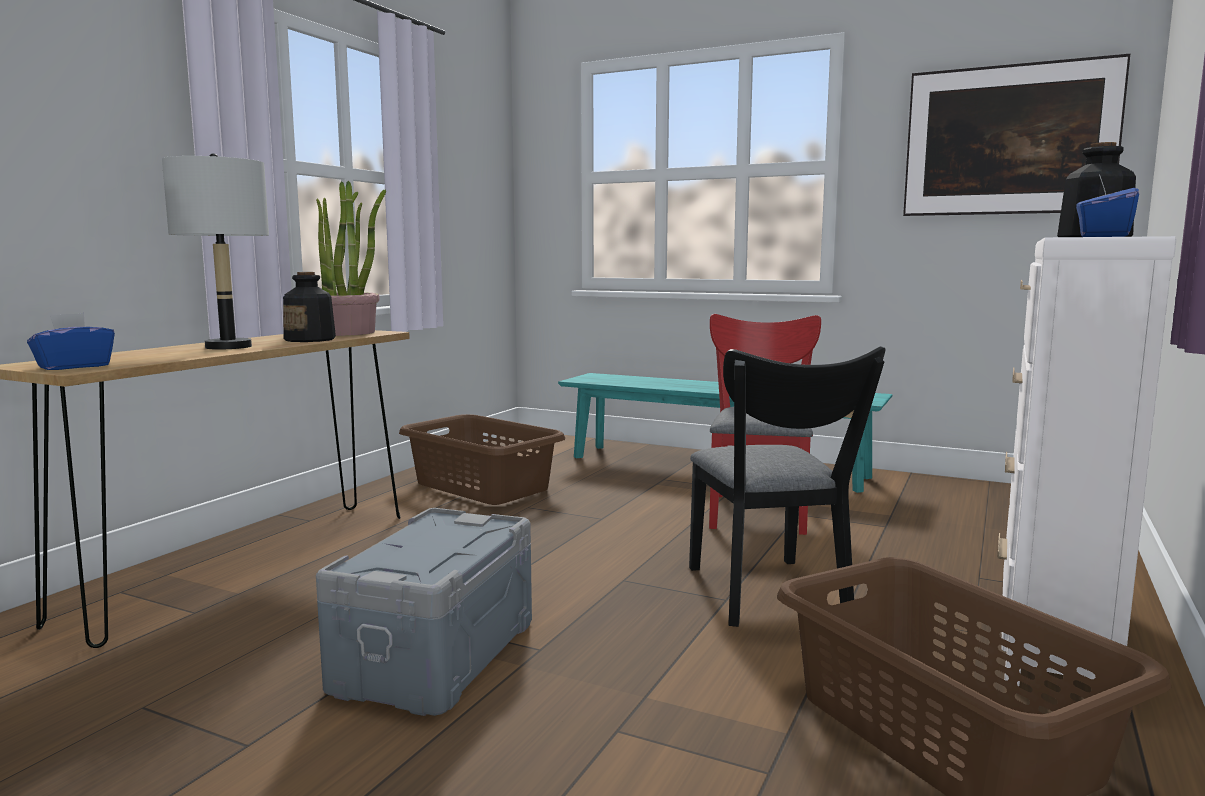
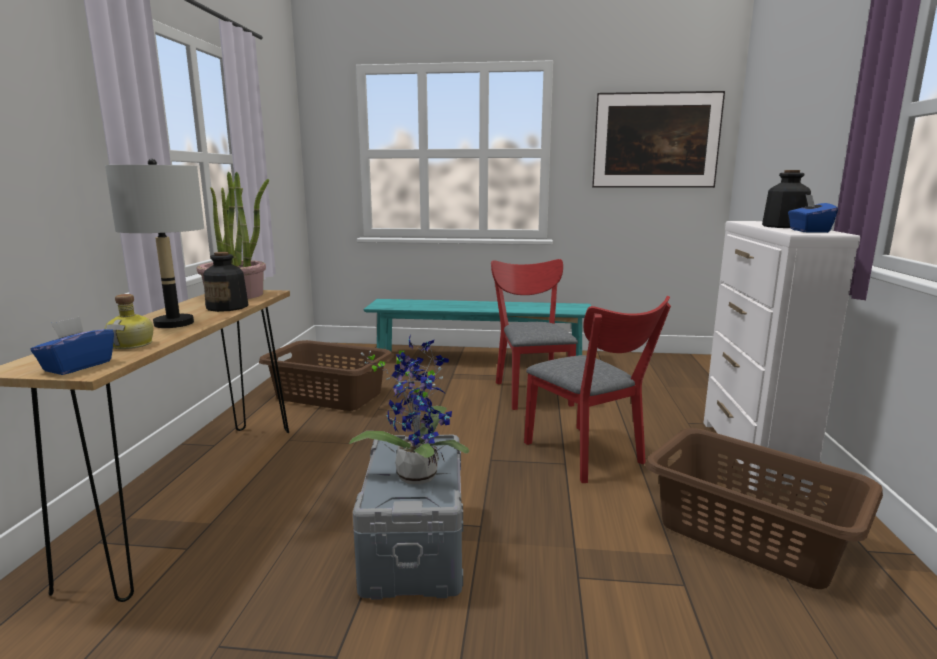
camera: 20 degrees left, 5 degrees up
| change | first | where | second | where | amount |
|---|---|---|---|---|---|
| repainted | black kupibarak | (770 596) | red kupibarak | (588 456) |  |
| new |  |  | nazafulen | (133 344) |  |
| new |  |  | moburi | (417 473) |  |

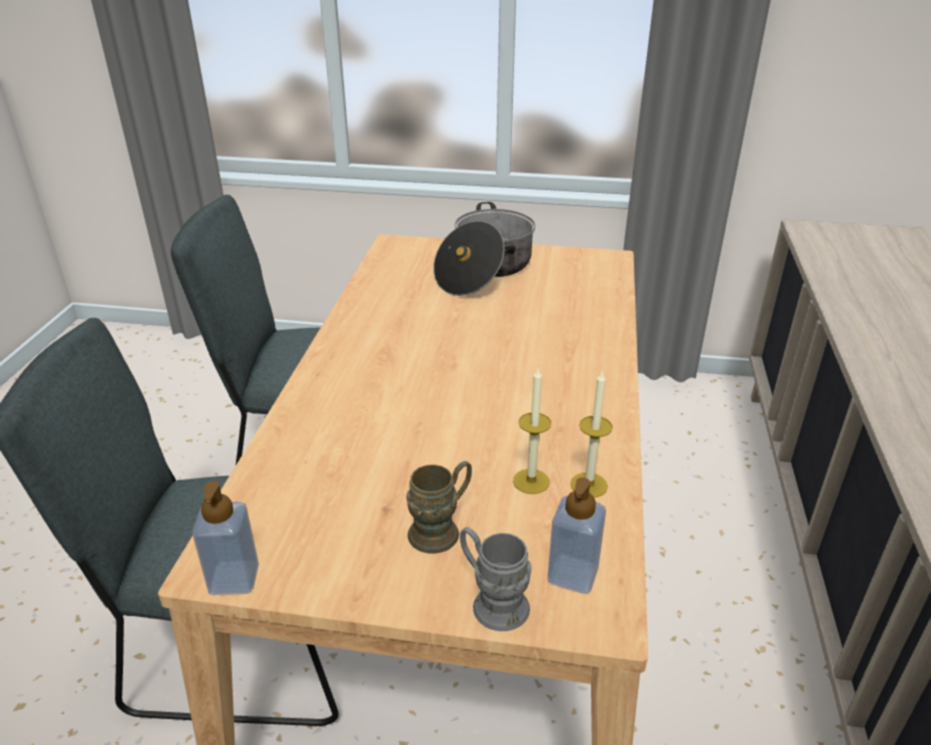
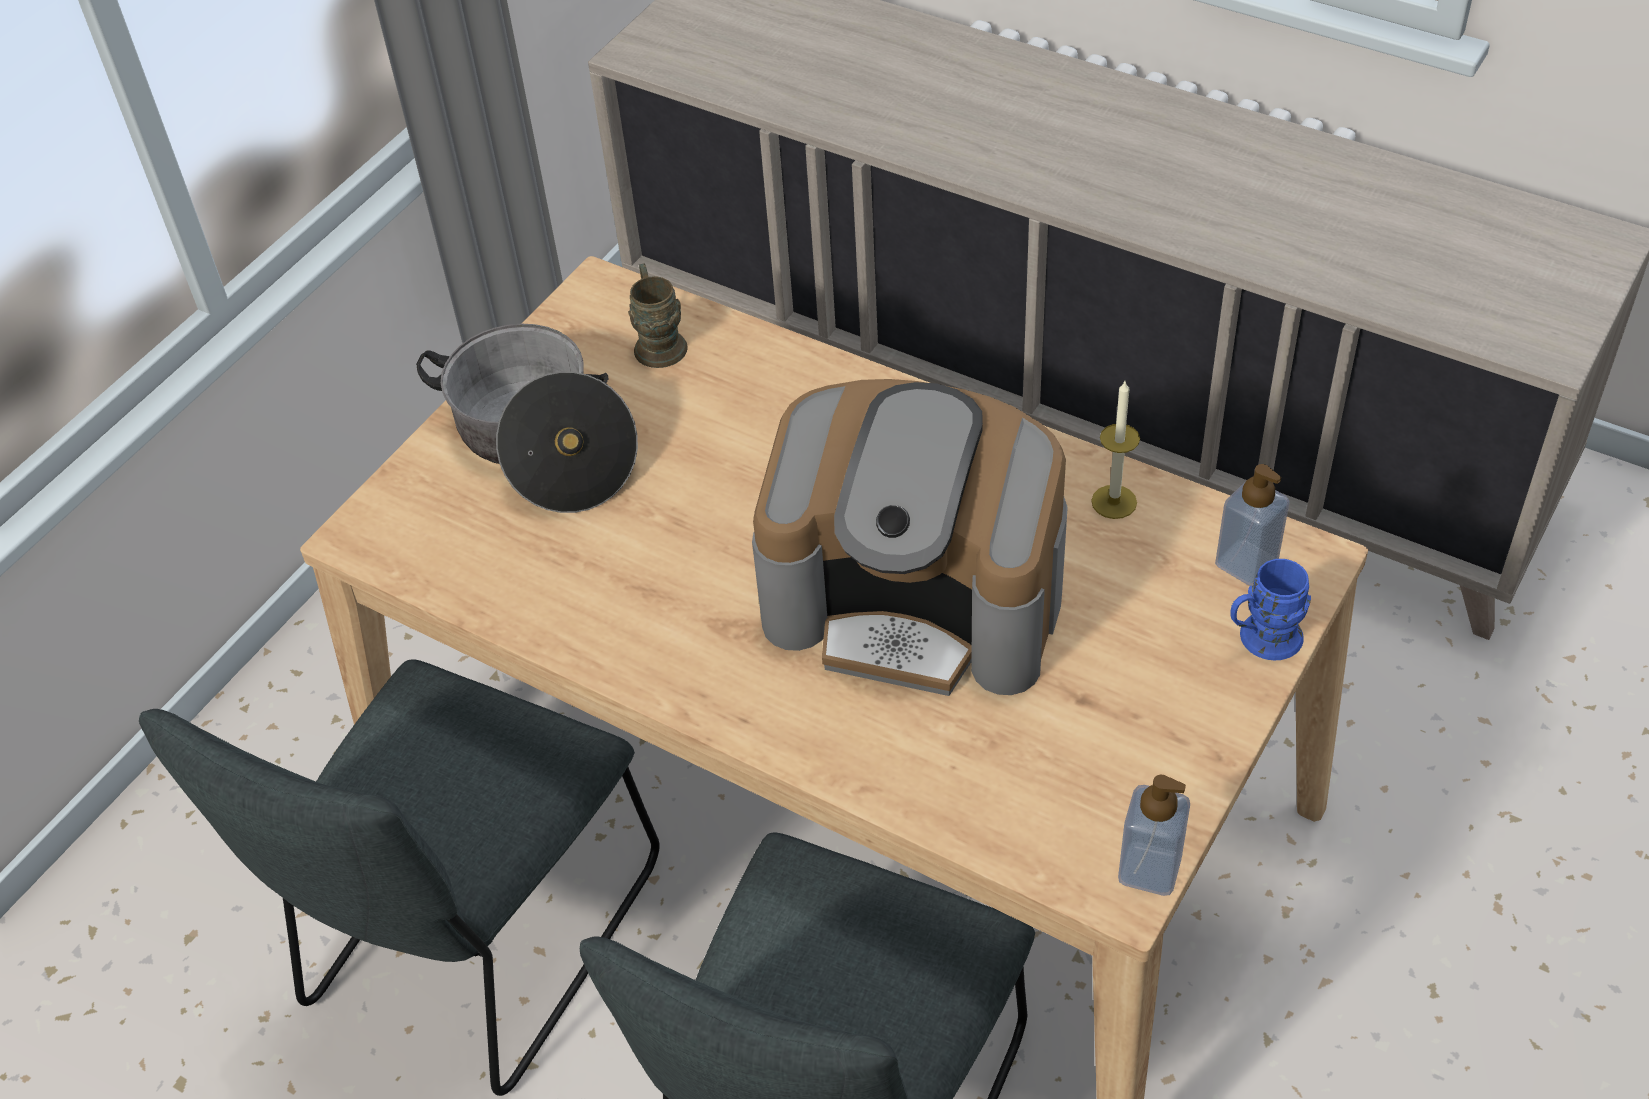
camera: 65 degrees left, 15 degrees up
| change | first | where | second | where | amount |
|---|---|---|---|---|---|
| gone | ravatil | (531 481) |  |  |  |
| shifted | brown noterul | (441 529) |  | (658 341) |  |
| repainted | grey noterul | (492 601) | blue noterul | (1261 640) |  |
| new |  |  | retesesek | (918 600) |  |

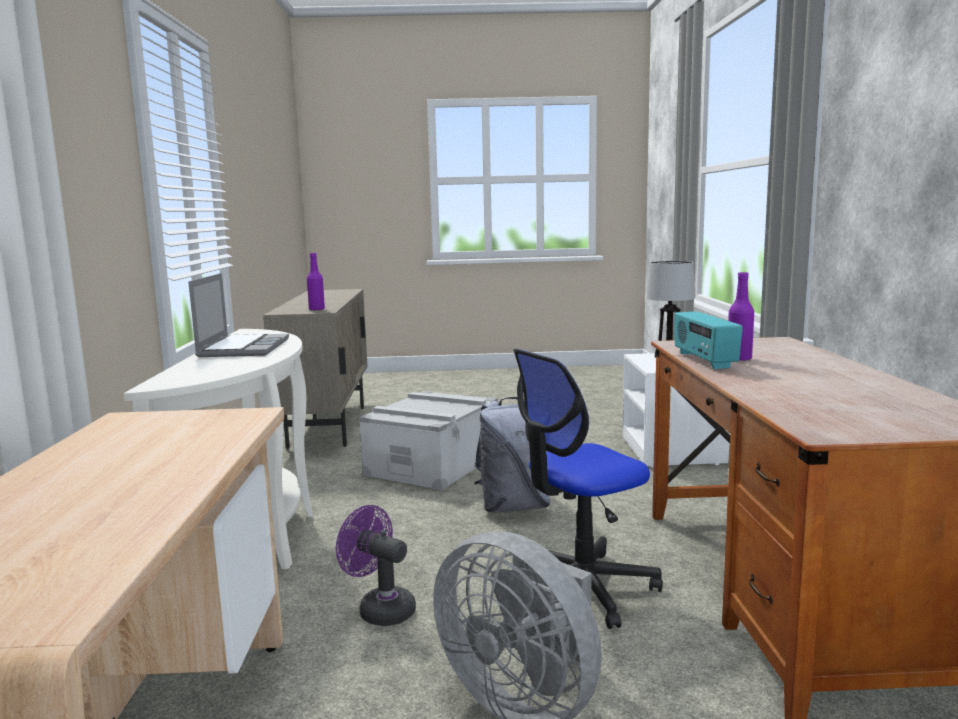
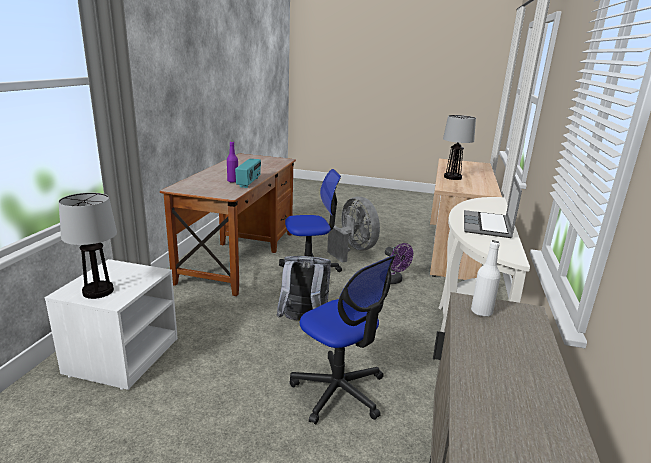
camera: 165 degrees left, 10 degrees up
| change | first | where | second | where | amount |
|---|---|---|---|---|---|
| repainted | purple nazafulen | (317 309) | white nazafulen | (481 312) |  |
| swapped | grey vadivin | (433 464) | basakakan | (339 391) |  |
| new |  |  | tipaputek | (453 177) |  |

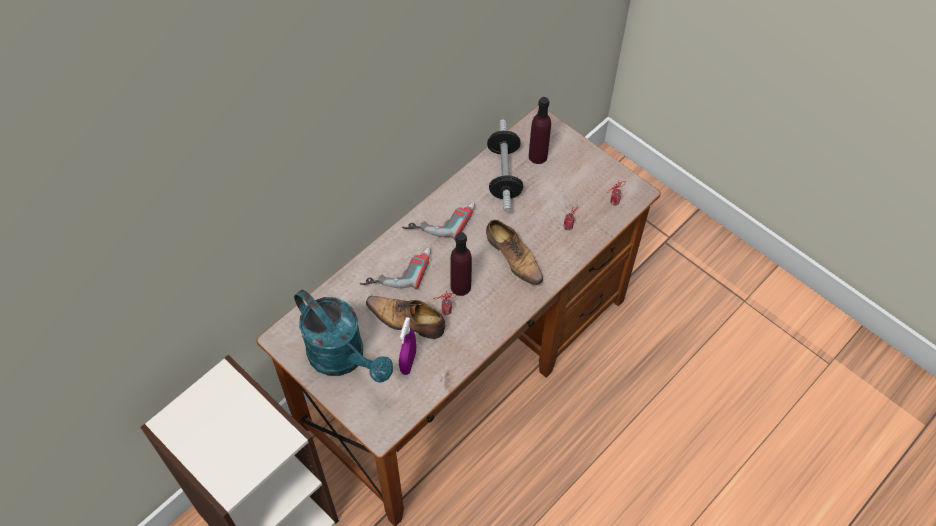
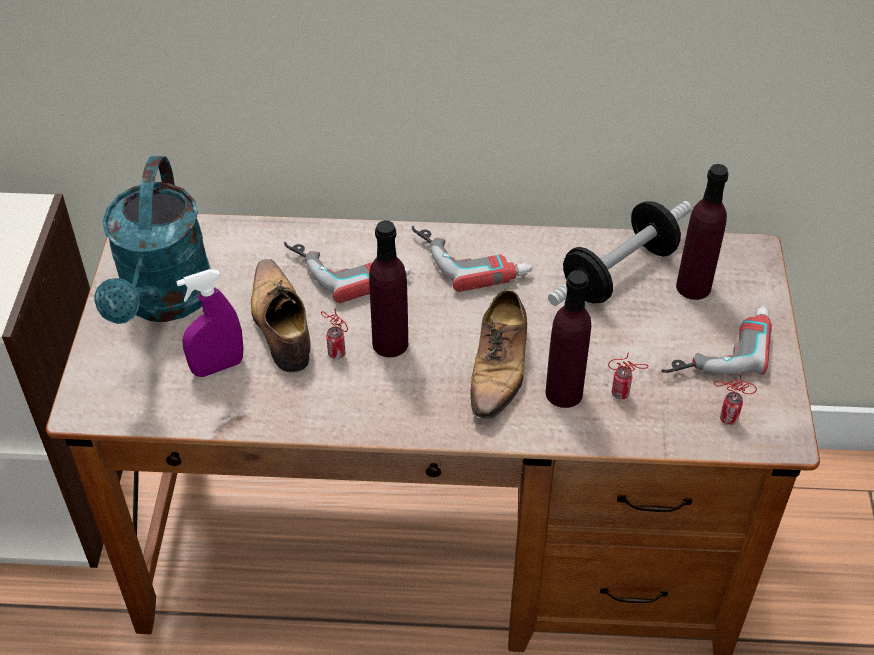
camera: 50 degrees right, 10 degrees down
| change | first | where | second | where | amount |
|---|---|---|---|---|---|
| new |  |  | purple nazafulen | (564 393) |  |
| new |  |  | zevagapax | (716 346) |  |

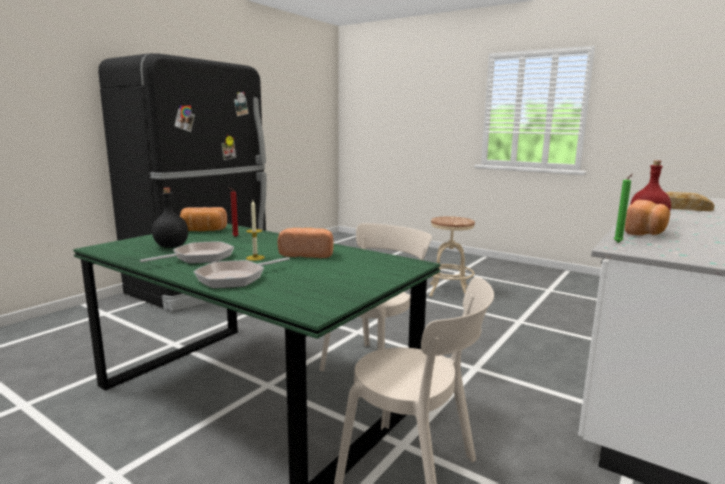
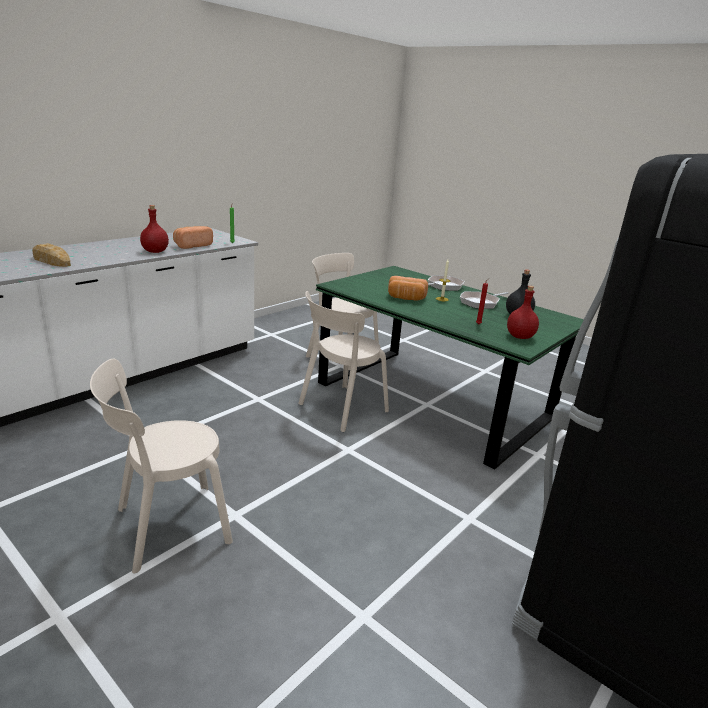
camera: 175 degrees left, 10 degrees up
| change | first | where | second | where | amount |
|---|---|---|---|---|---|
| swapped | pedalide | (203 231) | red nazafulen | (520 337) |  |
| swapped | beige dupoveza | (448 291) | beige kupibarak | (167 527) |  |

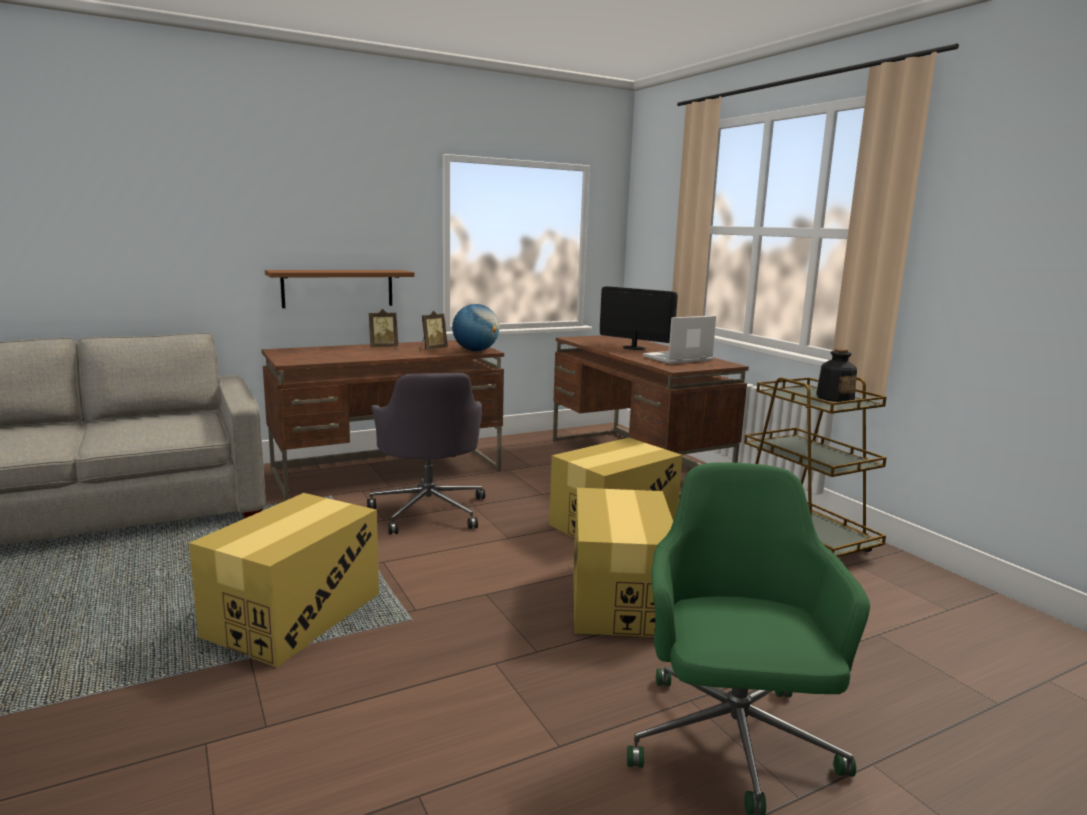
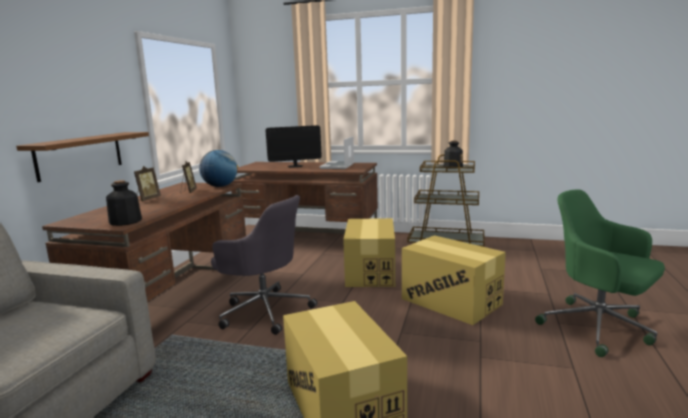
camera: 45 degrees left, 0 degrees up
| change | first | where | second | where | amount |
|---|---|---|---|---|---|
| new |  |  | nazafulen | (125 222) |  |

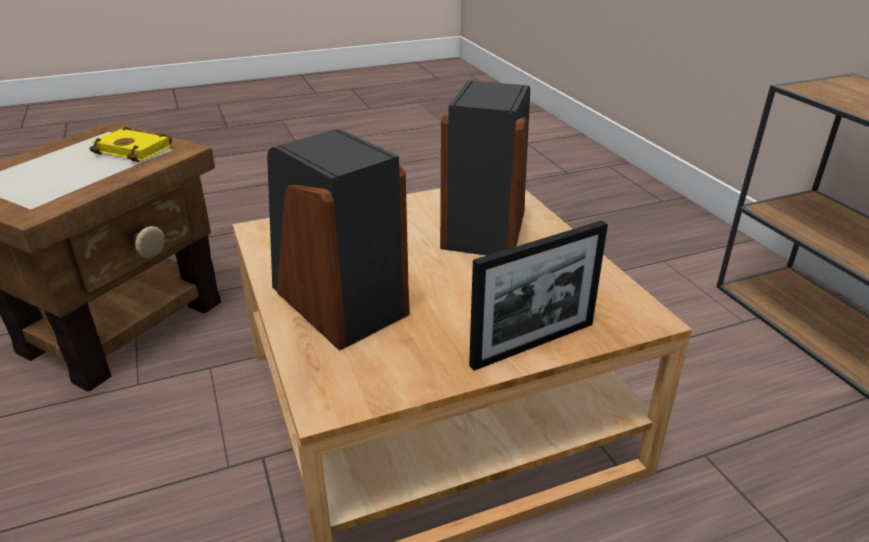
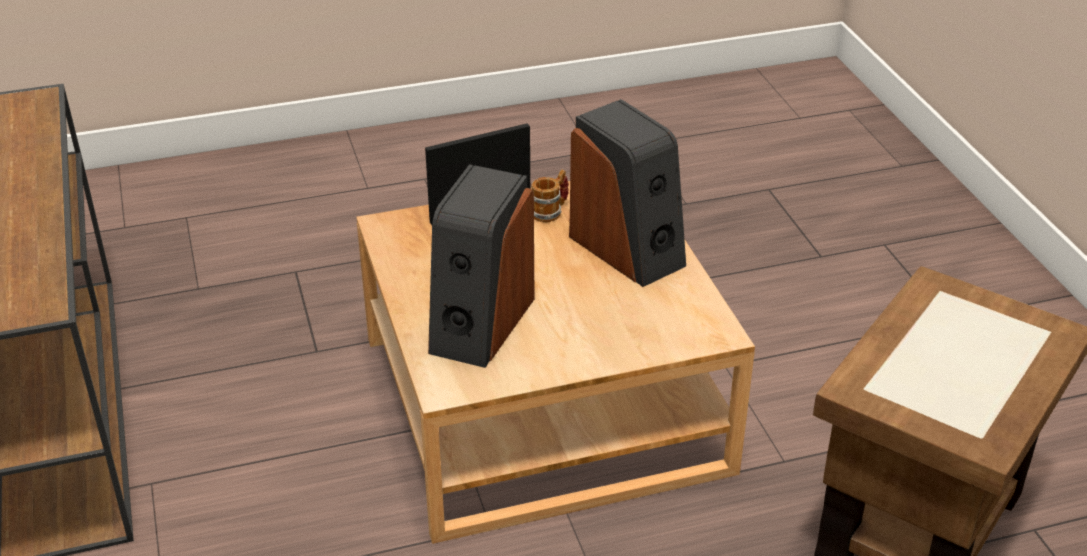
camera: 175 degrees left, 5 degrees up
| change | first | where | second | where | amount |
|---|---|---|---|---|---|
| gone | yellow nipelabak | (136 149) |  |  |  |
| new |  |  | noterul | (550 211) |  |

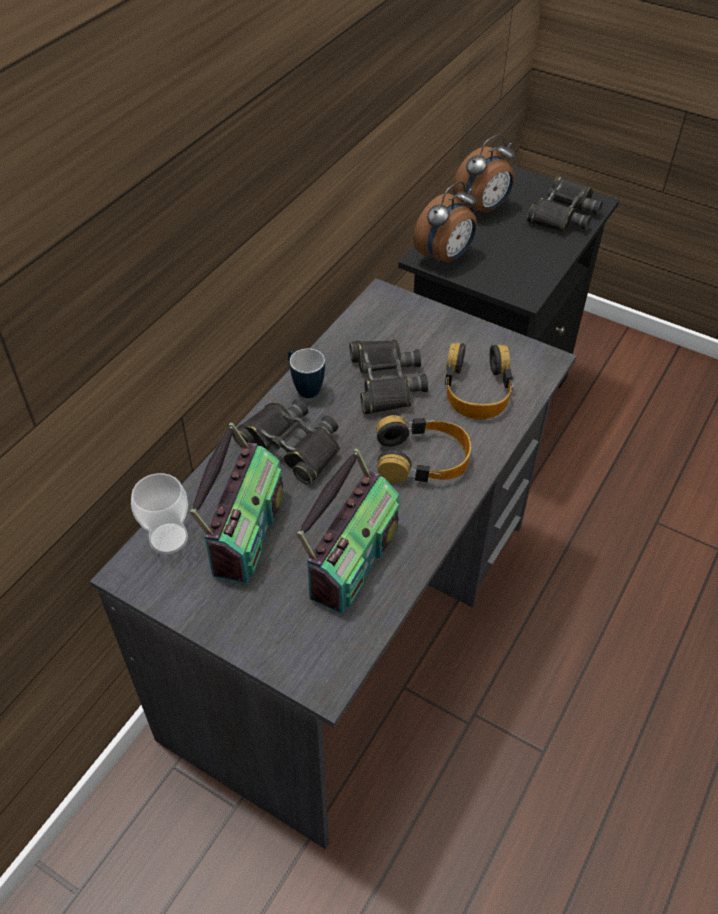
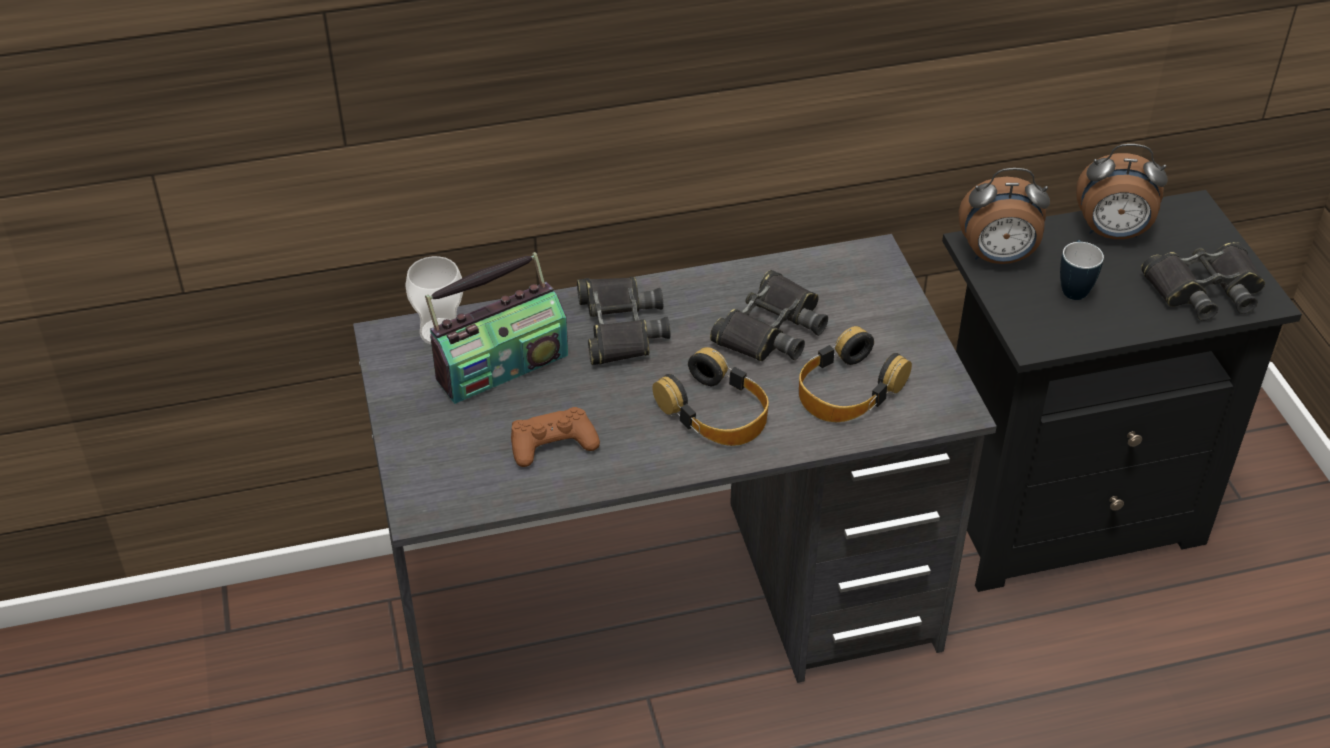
camera: 45 degrees right, 5 degrees down
| change | first | where | second | where | amount |
|---|---|---|---|---|---|
| shifted | noterul | (304 388) |  | (1073 287) |  |
| swapped | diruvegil | (351 558) | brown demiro | (553 443) |  |

